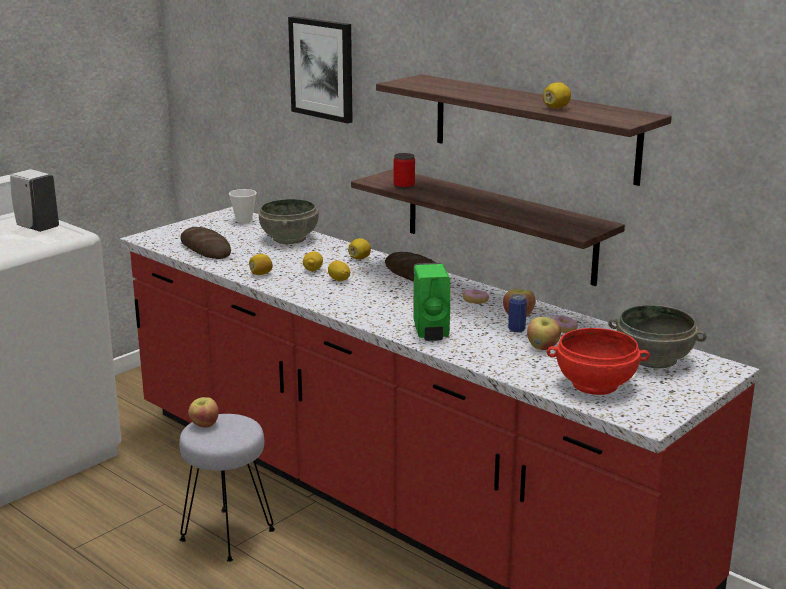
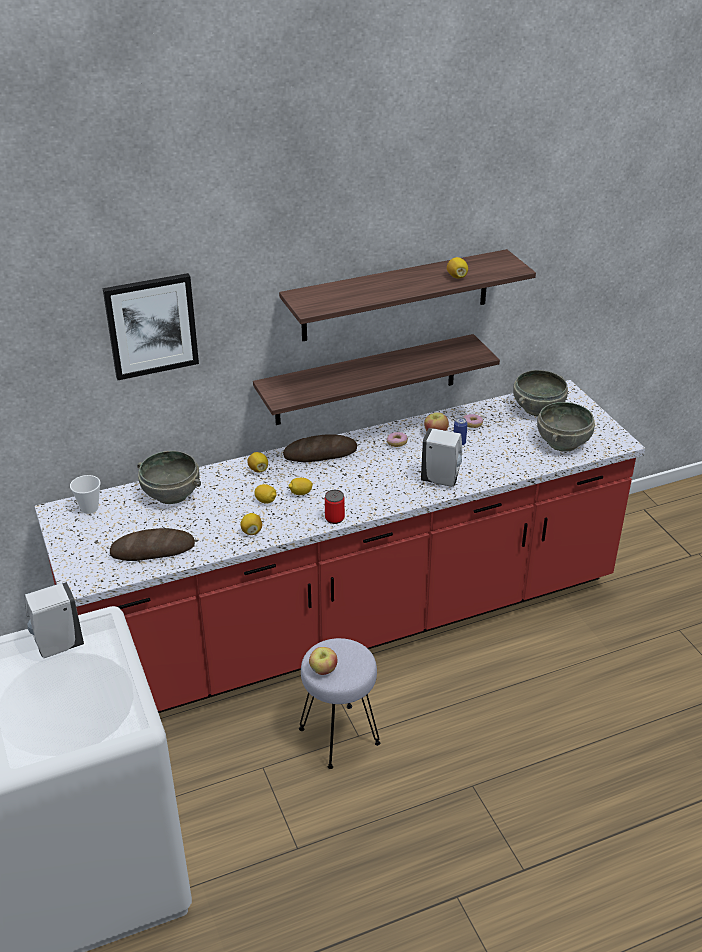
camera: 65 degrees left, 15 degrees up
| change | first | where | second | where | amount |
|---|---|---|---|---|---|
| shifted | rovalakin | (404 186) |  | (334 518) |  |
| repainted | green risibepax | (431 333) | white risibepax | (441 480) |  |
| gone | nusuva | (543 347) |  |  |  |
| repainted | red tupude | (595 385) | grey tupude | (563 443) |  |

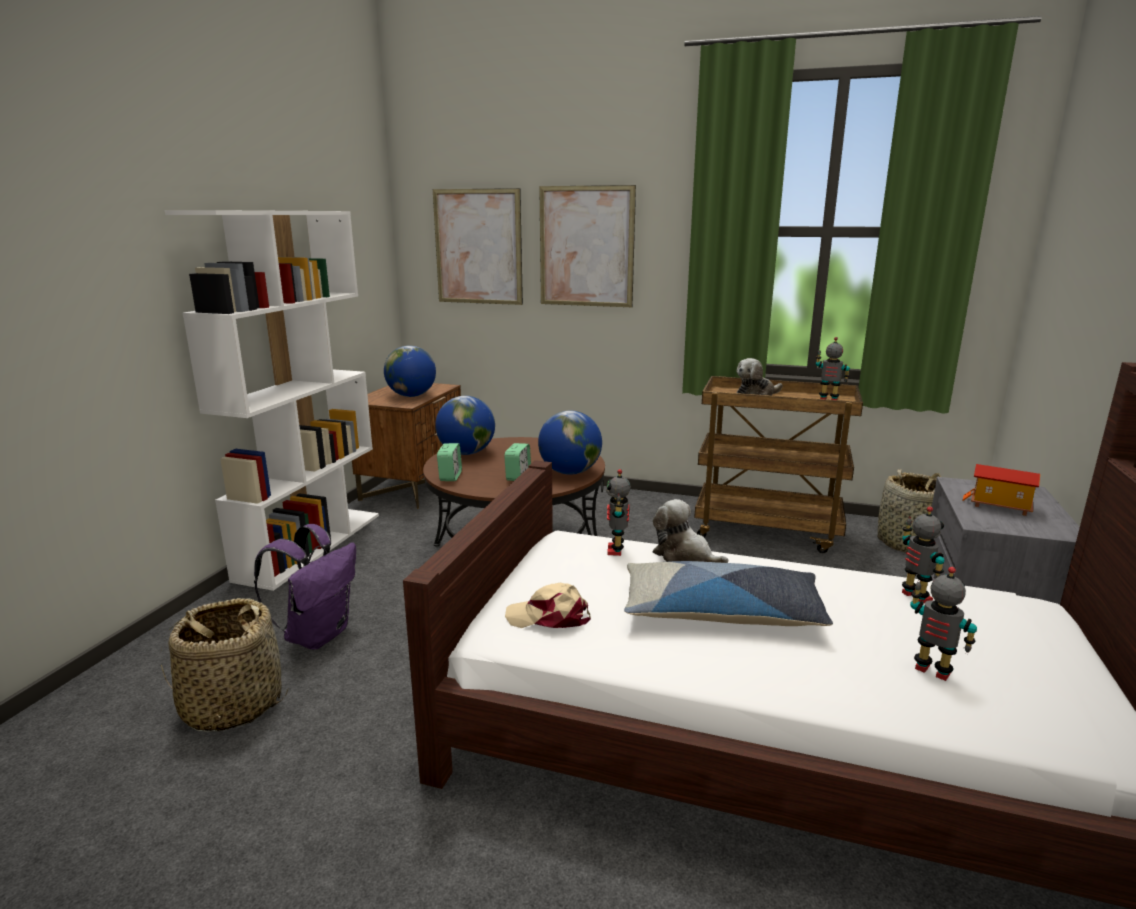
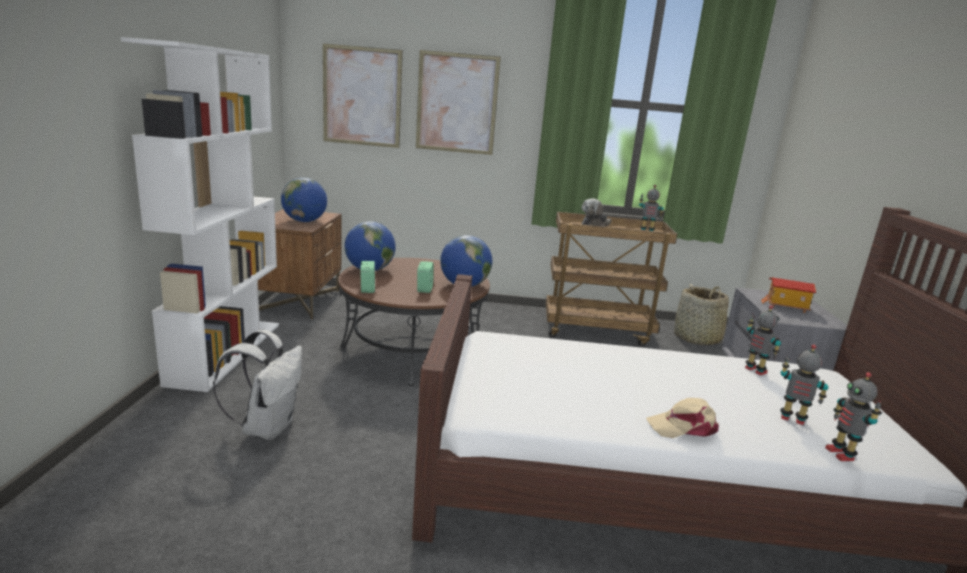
camera: 15 degrees left, 0 degrees up
| change | first | where | second | where | amount |
|---|---|---|---|---|---|
| shifted | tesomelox | (616 550) |  | (841 454) |  |
| gone | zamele | (684 555) |  |  |  |
| repainted | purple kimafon | (318 634) | white kimafon | (267 427) |  |
| gone | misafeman | (722 613) |  |  |  |
| shifted | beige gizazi | (549 617) |  | (683 427) |  |
| gone | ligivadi | (232 705) |  |  |  |

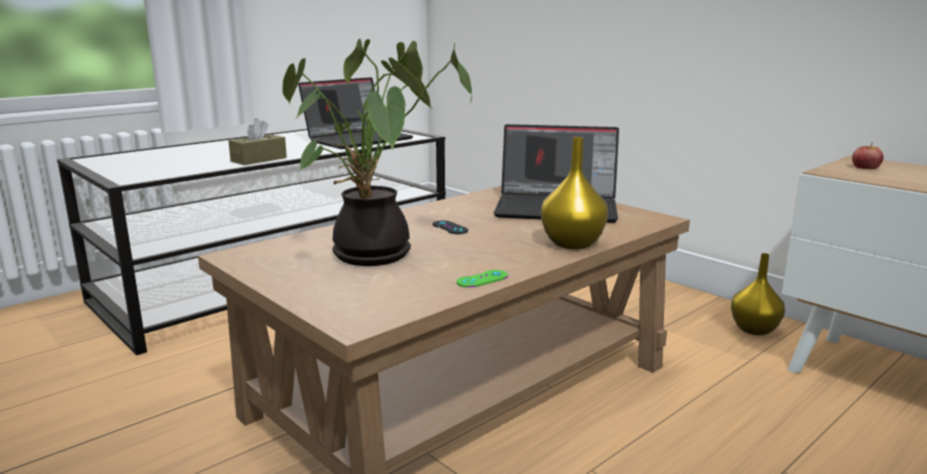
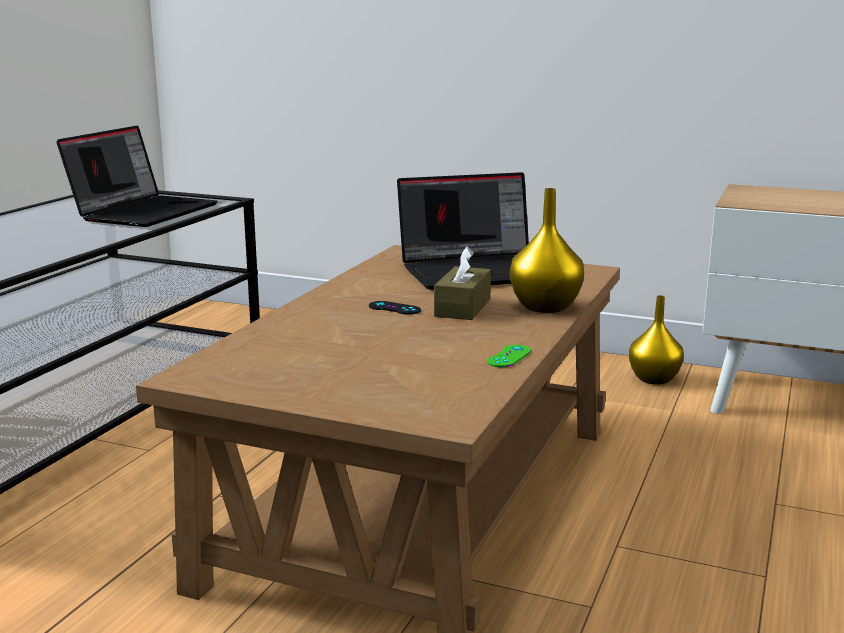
camera: 25 degrees left, 0 degrees up
| change | first | where | second | where | amount |
|---|---|---|---|---|---|
| gone | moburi | (375 257) |  |  |  |
| shifted | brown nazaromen | (259 159) |  | (462 307) |  |
| gone | nusuva | (865 167) |  |  |  |

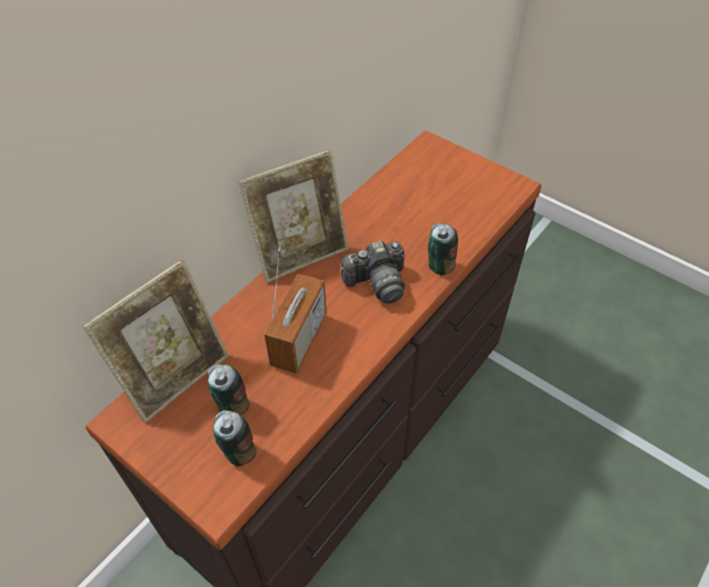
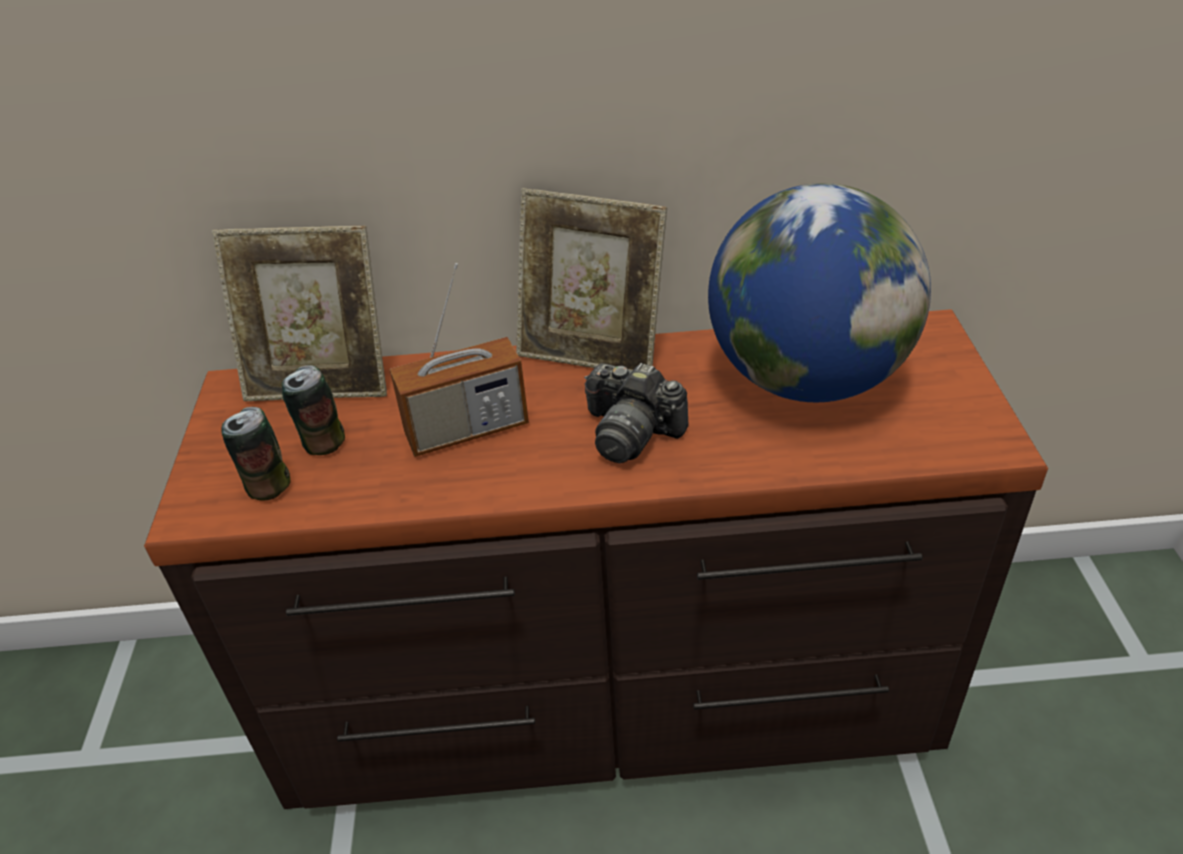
camera: 50 degrees right, 10 degrees down
| change | first | where | second | where | amount |
|---|---|---|---|---|---|
| gone | rovalakin | (439 266) |  |  |  |
| new |  |  | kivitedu | (806 379) |  |

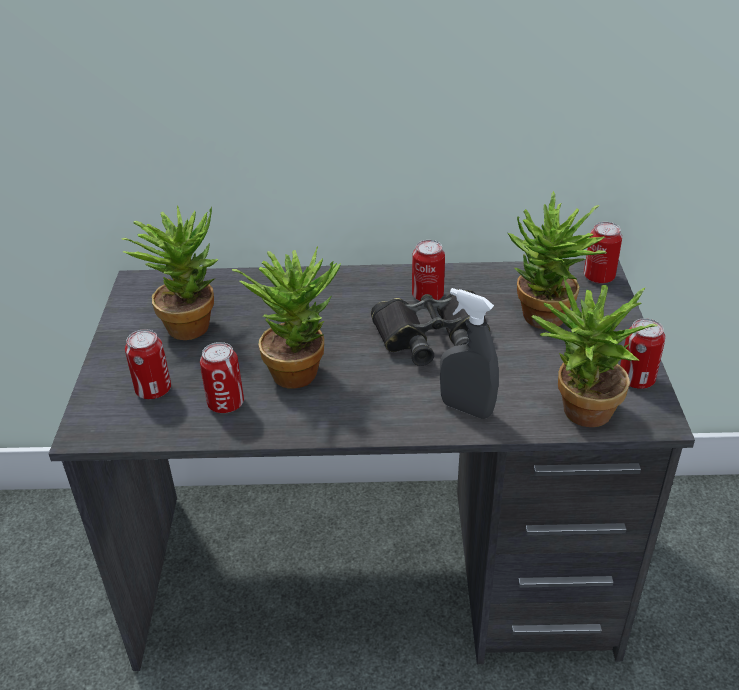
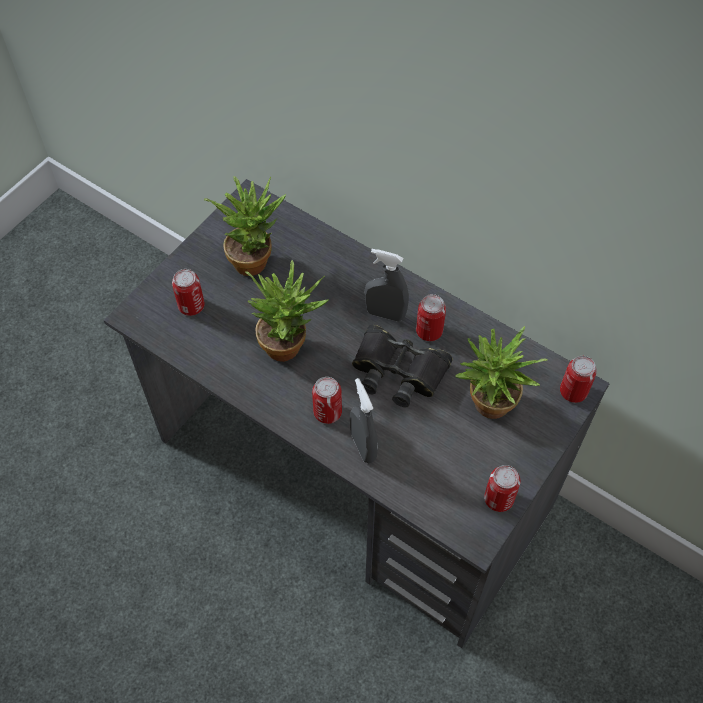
camera: 35 degrees right, 20 degrees up
| change | first | where | second | where | amount |
|---|---|---|---|---|---|
| gone | moburi | (578 414) |  |  |  |
| shifted | rovalakin | (226 403) |  | (327 412) |  |
| new |  |  | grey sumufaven | (385 314) |  |

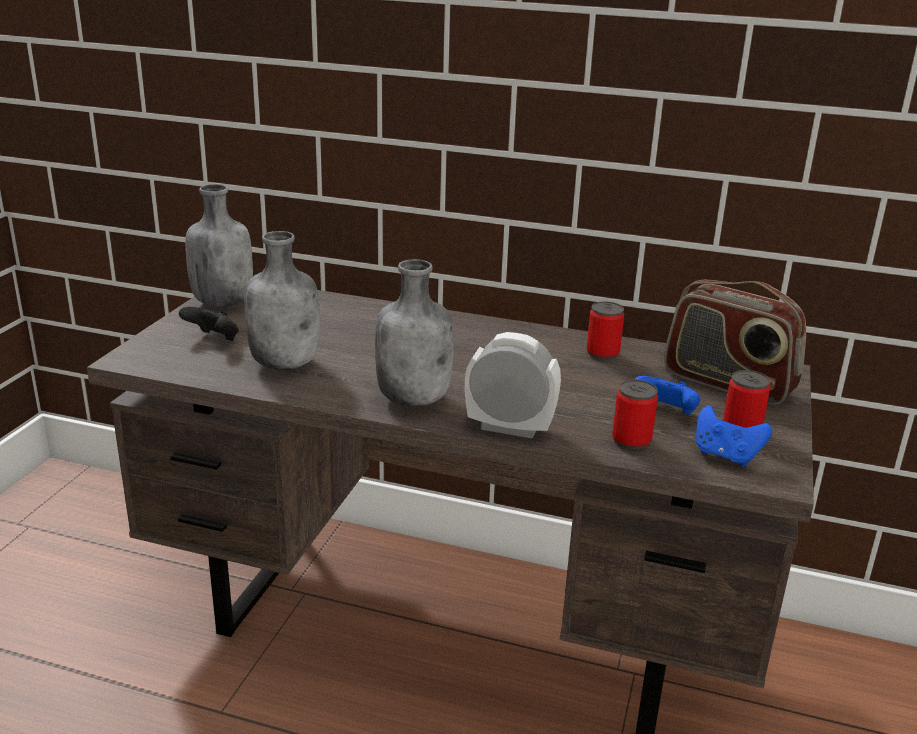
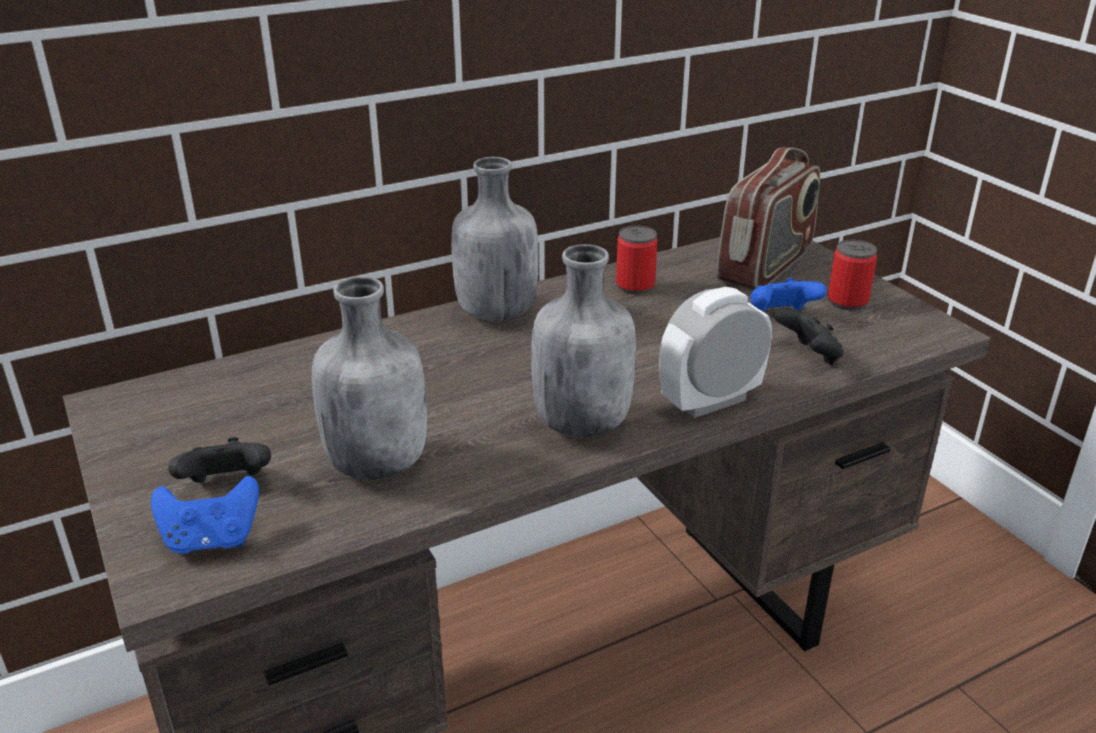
camera: 45 degrees left, 5 degrees up
| change | first | where | second | where | amount |
|---|---|---|---|---|---|
| shifted | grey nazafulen | (223 302) |  | (495 312) |  |
| rotated | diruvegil | (728 383) |  | (766 266) | 45 degrees counterclockwise |
| swapped | rovalakin | (631 440) | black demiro | (808 356) |  |
| shifted | blue demiro | (725 456) |  | (212 540) |  |

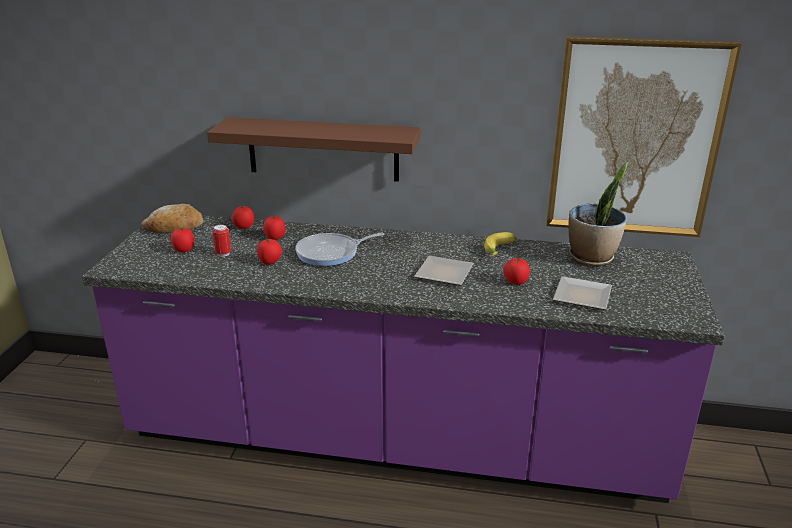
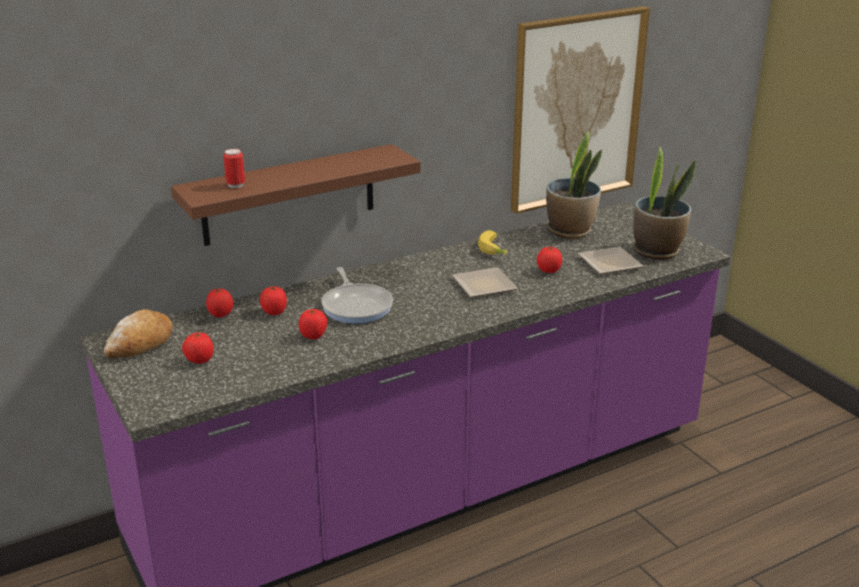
camera: 40 degrees left, 0 degrees up
| change | first | where | second | where | amount |
|---|---|---|---|---|---|
| shifted | rovalakin | (223 253) |  | (235 185) |  |
| rotated | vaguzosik | (331 253) |  | (356 306) | 45 degrees counterclockwise |
| new |  |  | moburi | (657 251) |  |

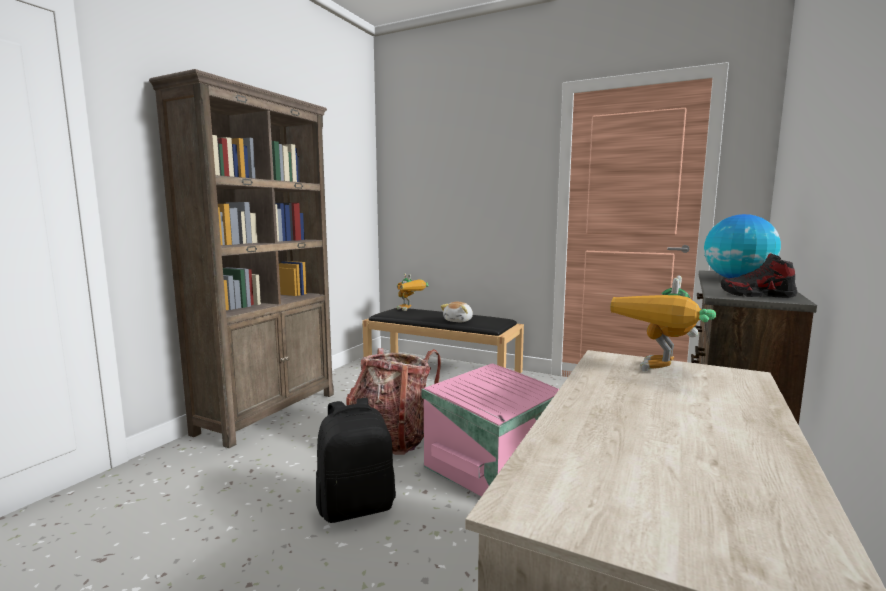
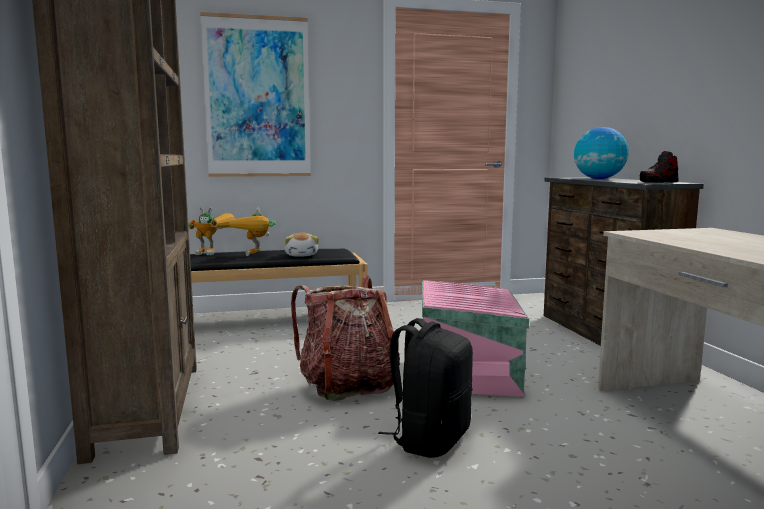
camera: 40 degrees left, 0 degrees up
| change | first | where | second | where | amount |
|---|---|---|---|---|---|
| shifted | tesomelox | (662 374) |  | (256 255) |  |
| new |  |  | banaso | (257 97) |  |

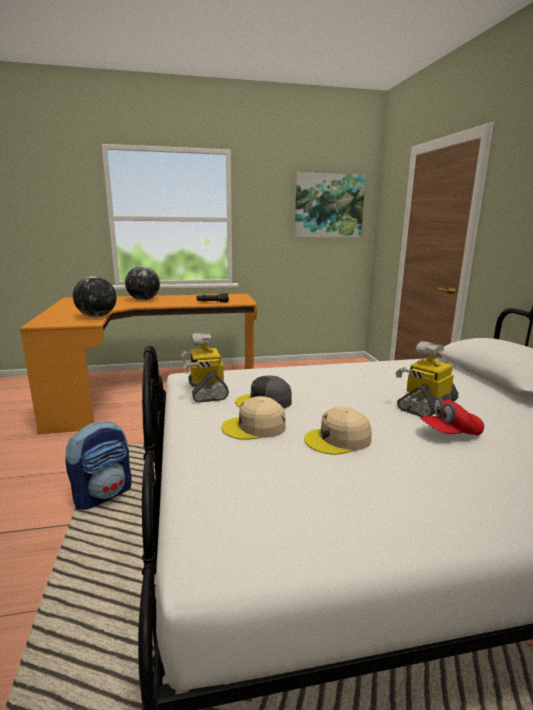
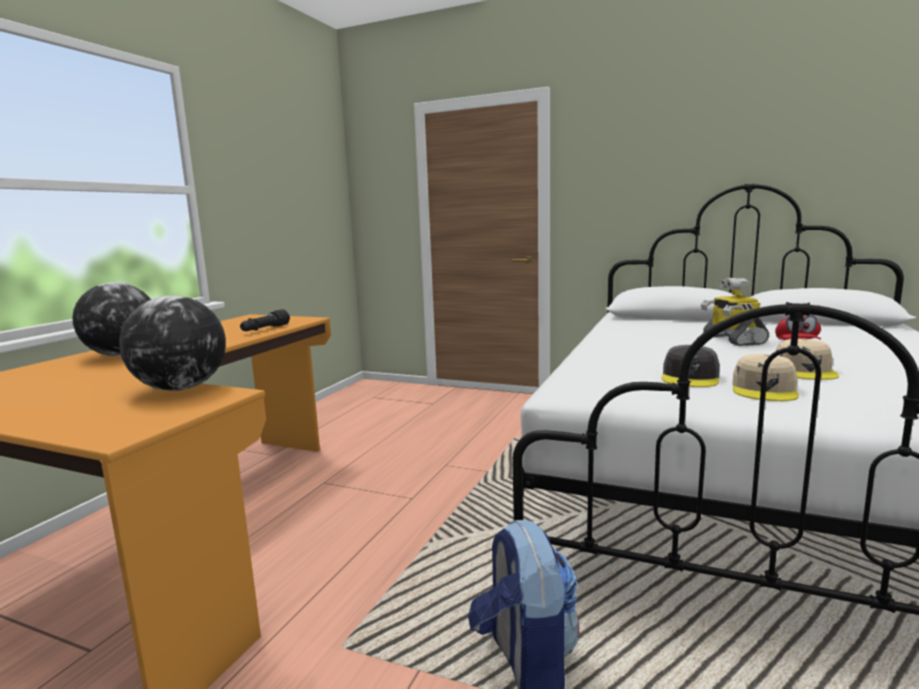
camera: 55 degrees left, 5 degrees down
| change | first | where | second | where | amount |
|---|---|---|---|---|---|
| gone | banaso | (329 206) |  |  |  |
| gone | tesomelox | (206 391) |  |  |  |

